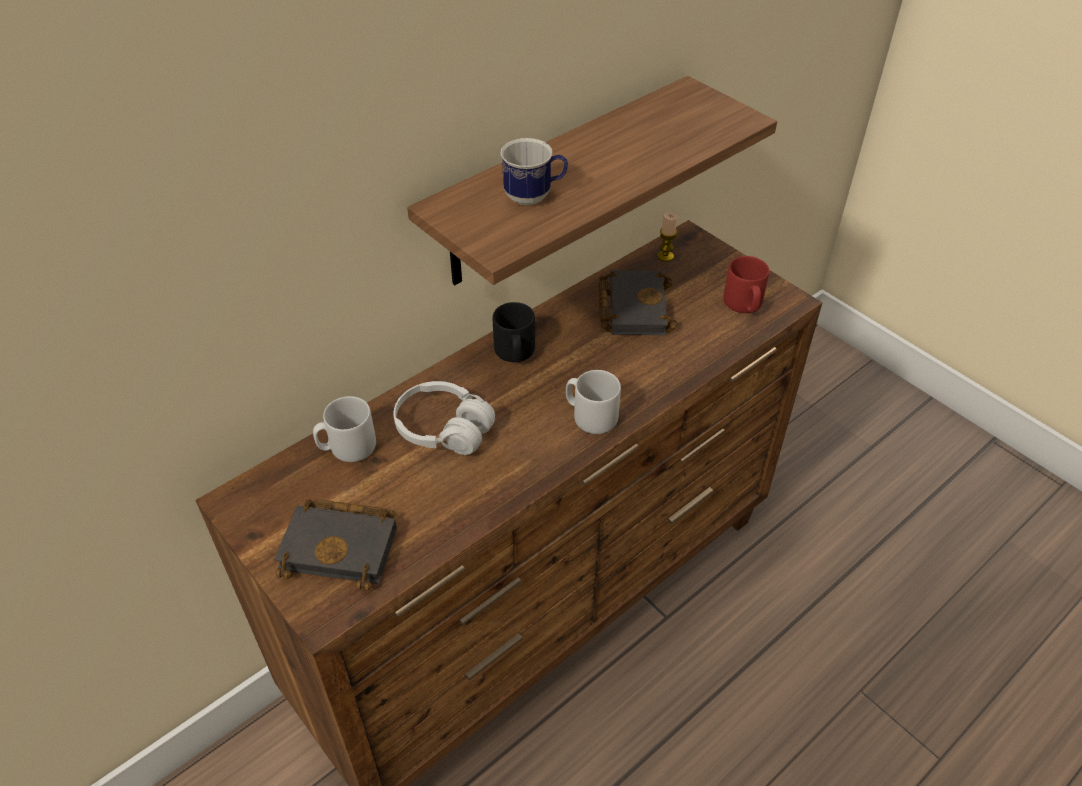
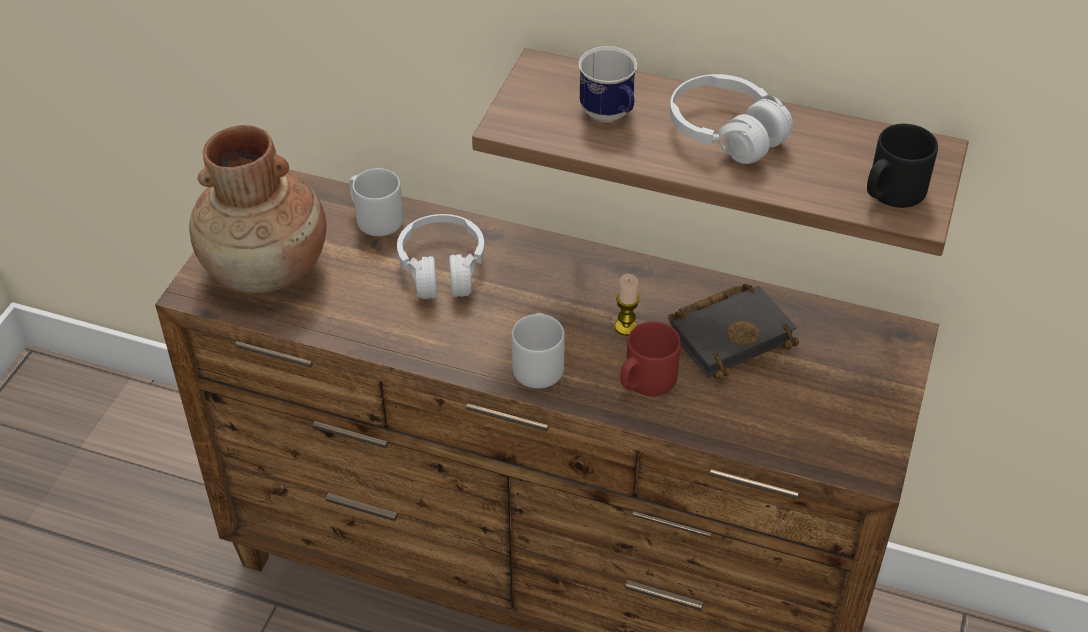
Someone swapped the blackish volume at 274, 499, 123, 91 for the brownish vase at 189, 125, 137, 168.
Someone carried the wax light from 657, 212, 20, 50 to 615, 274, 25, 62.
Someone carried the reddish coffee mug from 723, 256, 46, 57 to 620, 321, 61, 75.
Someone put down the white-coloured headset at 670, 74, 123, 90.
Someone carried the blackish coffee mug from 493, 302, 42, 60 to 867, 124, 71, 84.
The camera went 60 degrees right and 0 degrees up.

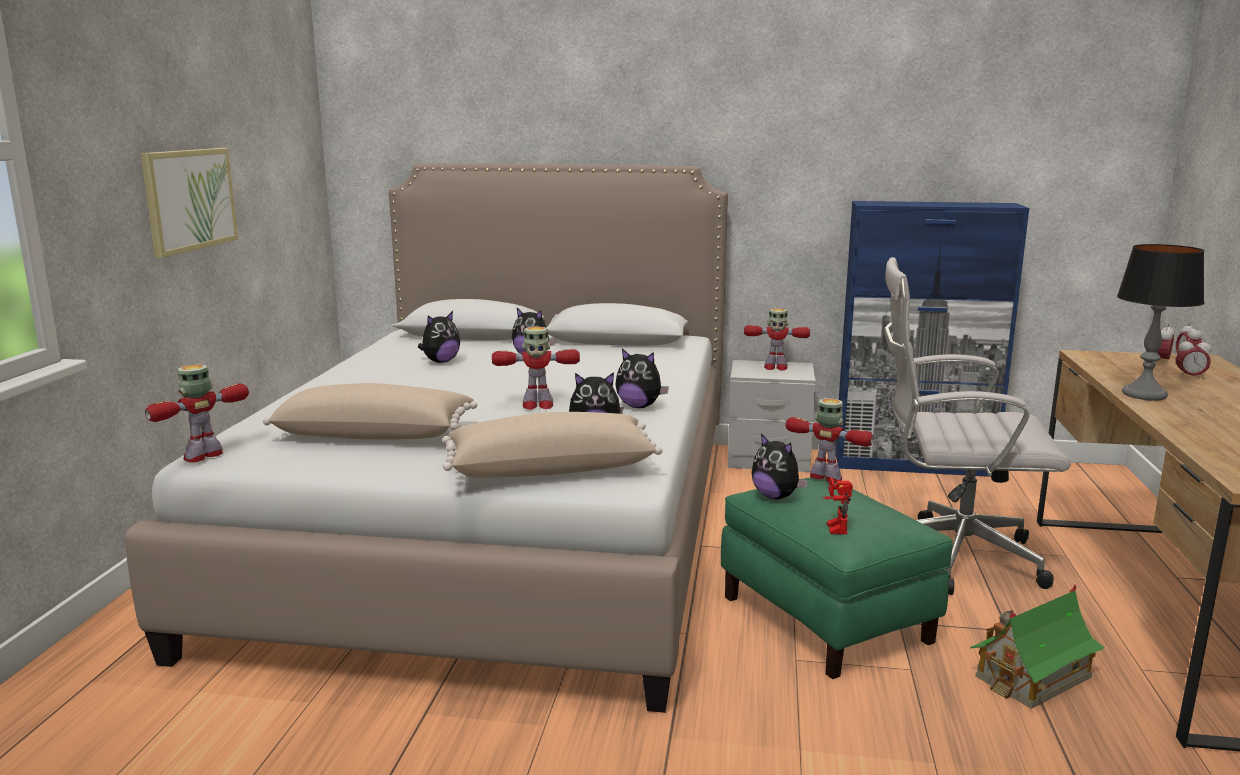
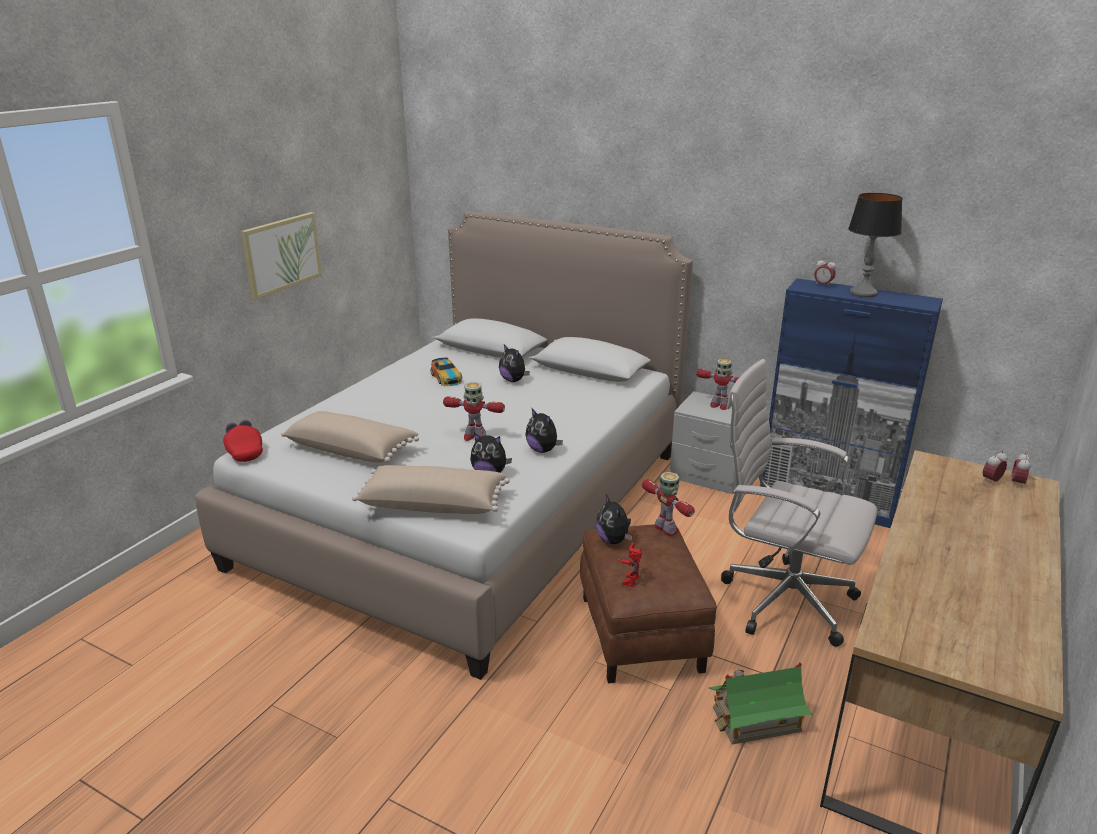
Someone swapped the robot figure at 145, 364, 104, 98 for the reddish cap at 223, 420, 40, 42.
Someone swapped the cuddly toy at 418, 311, 42, 52 for the miniature car at 431, 358, 31, 28.
Someone repainted the greenish pouffe at 721, 477, 232, 202, which became the brownish pouffe at 580, 524, 137, 159.
Someone carried the bedside clock from 1176, 337, 36, 42 to 814, 258, 22, 28.
Someone carried the lamp for a table from 1117, 244, 88, 156 to 848, 193, 55, 104.
The camera went 20 degrees right and 10 degrees up.

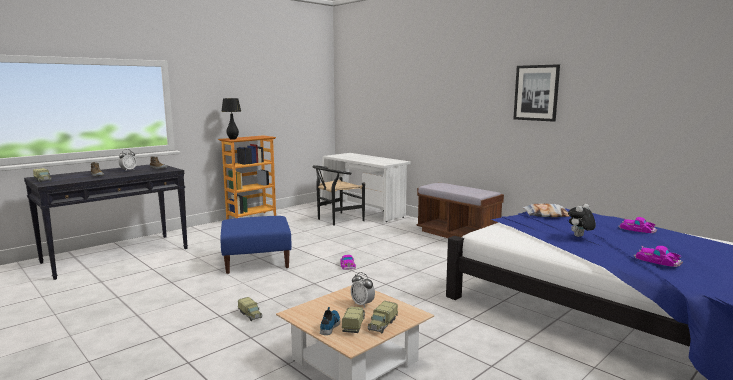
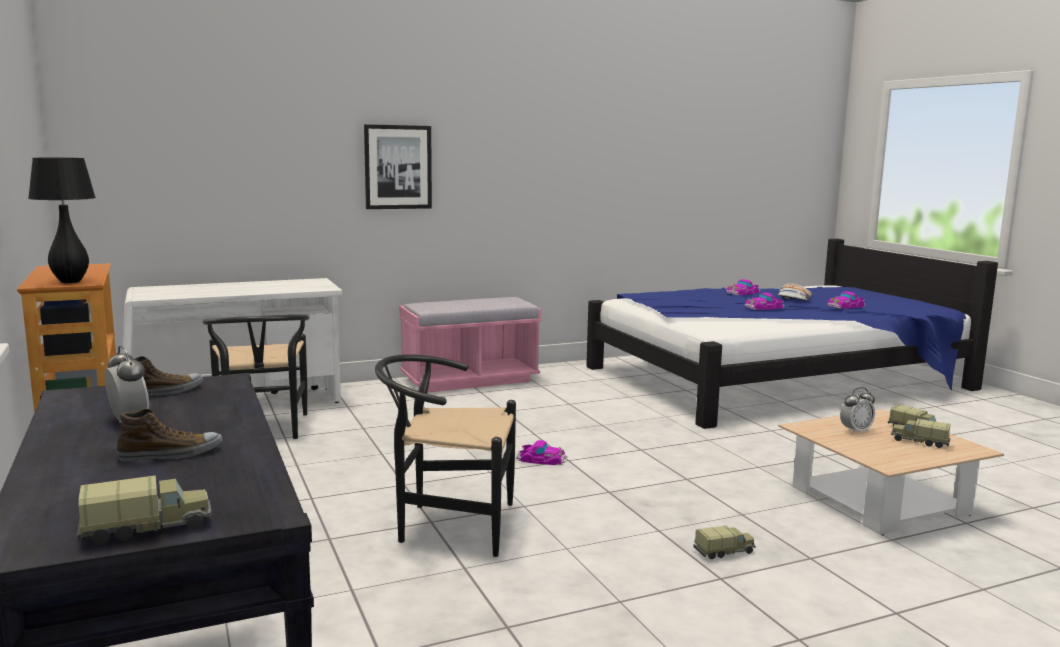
Someone carried the wall picture from 513, 64, 47, 58 to 364, 124, 68, 85.
Someone swapped the blue pouffe at 220, 216, 72, 58 for the blackish upright chair at 375, 354, 141, 203.
Someone repainted the brownish indoor bench at 416, 183, 88, 55, which became the pinkish indoor bench at 399, 297, 142, 96.
Someone swapped the cuddly toy at 568, 204, 28, 33 for the miniature car at 744, 293, 41, 17.
Someone carried the pillow from 522, 203, 48, 14 to 777, 283, 35, 17.
Someone took away the item of footwear at 320, 307, 20, 28.
The camera went 70 degrees left and 0 degrees up.

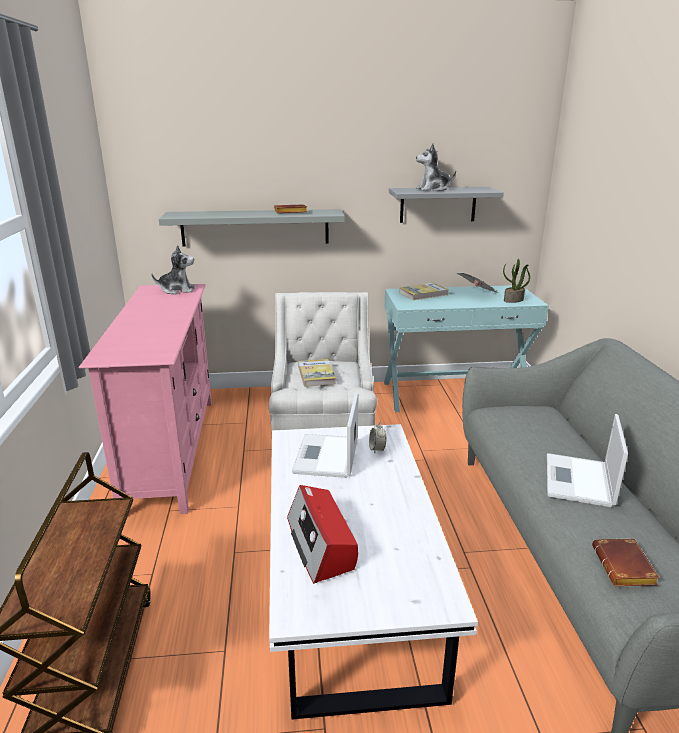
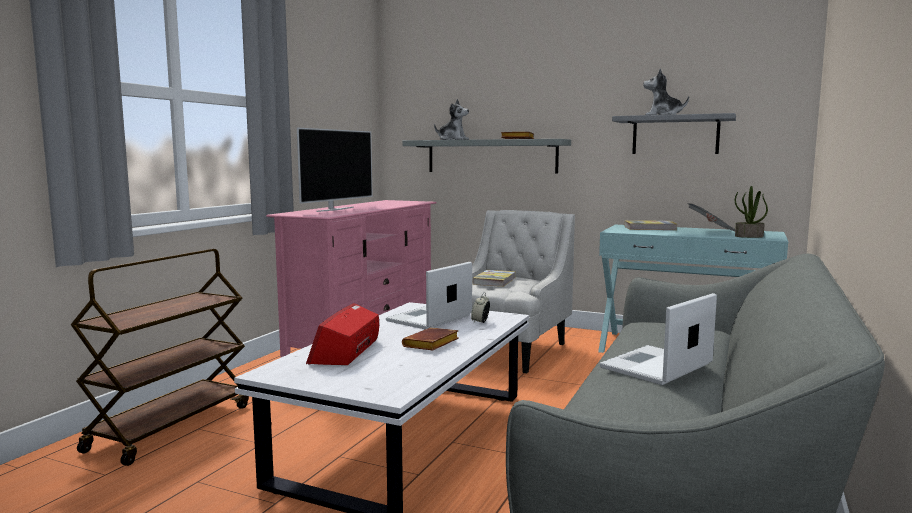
Someone put down the TV set at 297, 128, 76, 84.
Someone carried the brownish volume from 592, 538, 68, 48 to 402, 327, 57, 23.
Someone carried the cuddly toy from 151, 245, 44, 49 to 434, 99, 35, 41.
The camera went 30 degrees right and 15 degrees down.

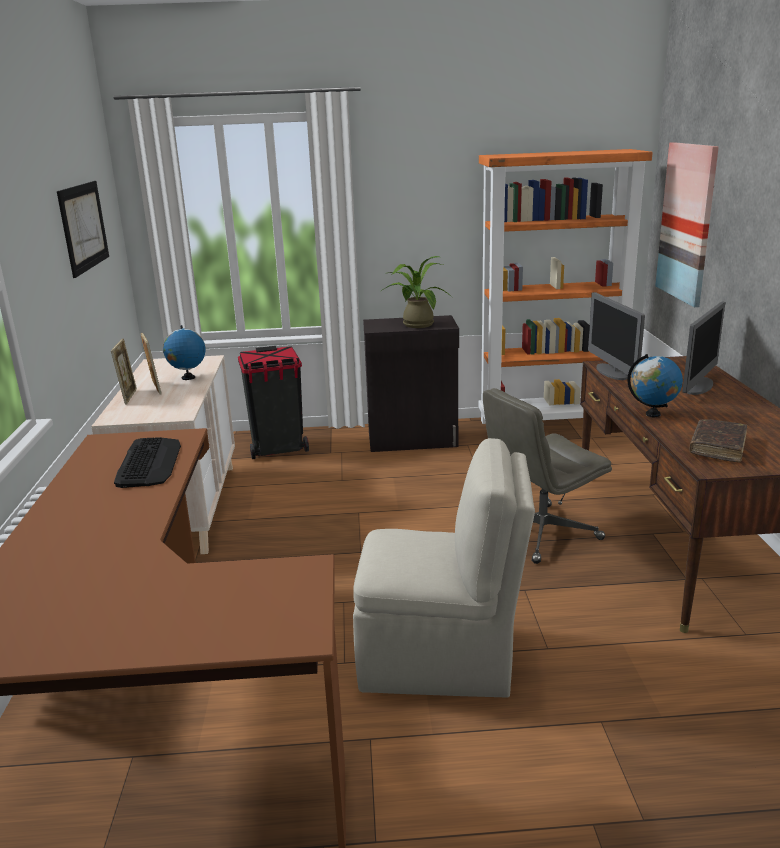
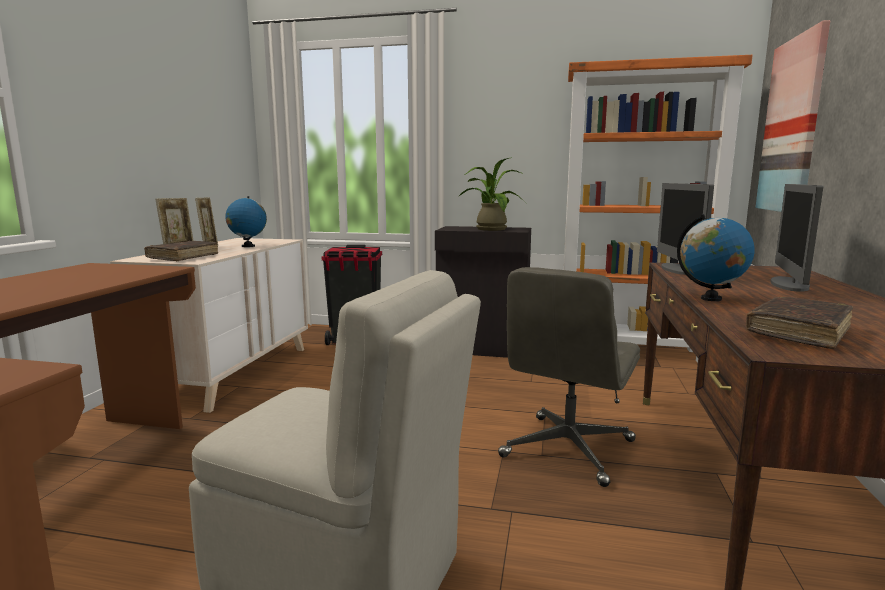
Someone put down the brownish volume at 144, 241, 74, 20.
Someone rotated the gray desk chair at 483, 388, 129, 176 by 45 degrees counterclockwise.
Someone rotated the computer display at 682, 301, 43, 94 by 150 degrees clockwise.
Someone took away the wall picture at 57, 181, 52, 97.
Someone took away the PC keyboard at 114, 437, 67, 51.
The camera went 15 degrees right and 10 degrees down.

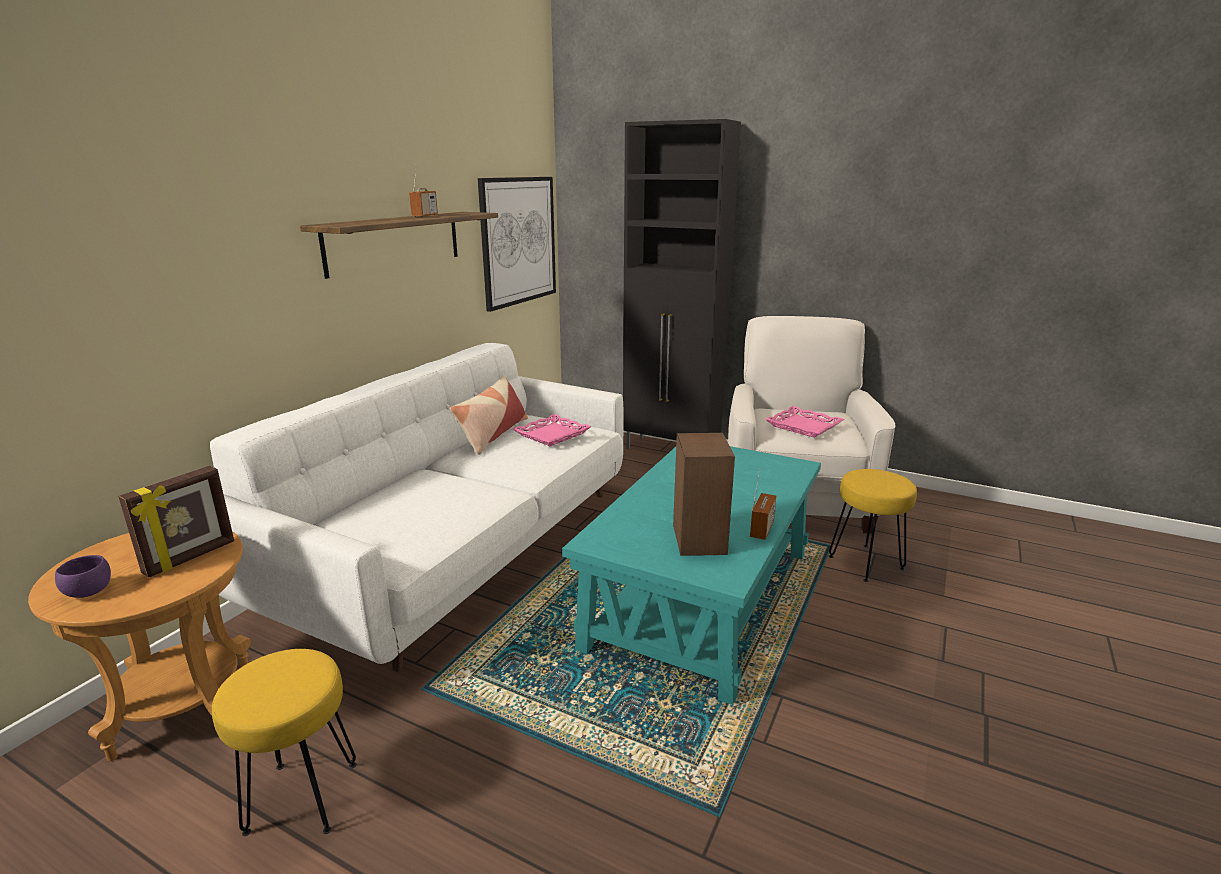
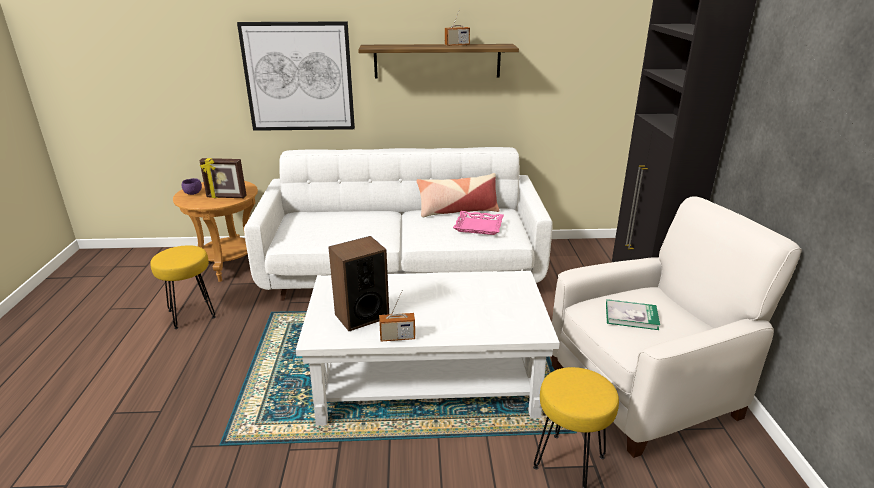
Someone carried the wall picture from 477, 177, 79, 135 to 237, 21, 118, 110.
Someone repainted the blue-green lounge table at 562, 446, 259, 259, which became the white-coloured lounge table at 296, 271, 264, 155.
Someone swapped the pinkish serving tray at 765, 406, 79, 32 for the volume at 606, 299, 54, 31.
The camera went 60 degrees right and 5 degrees up.

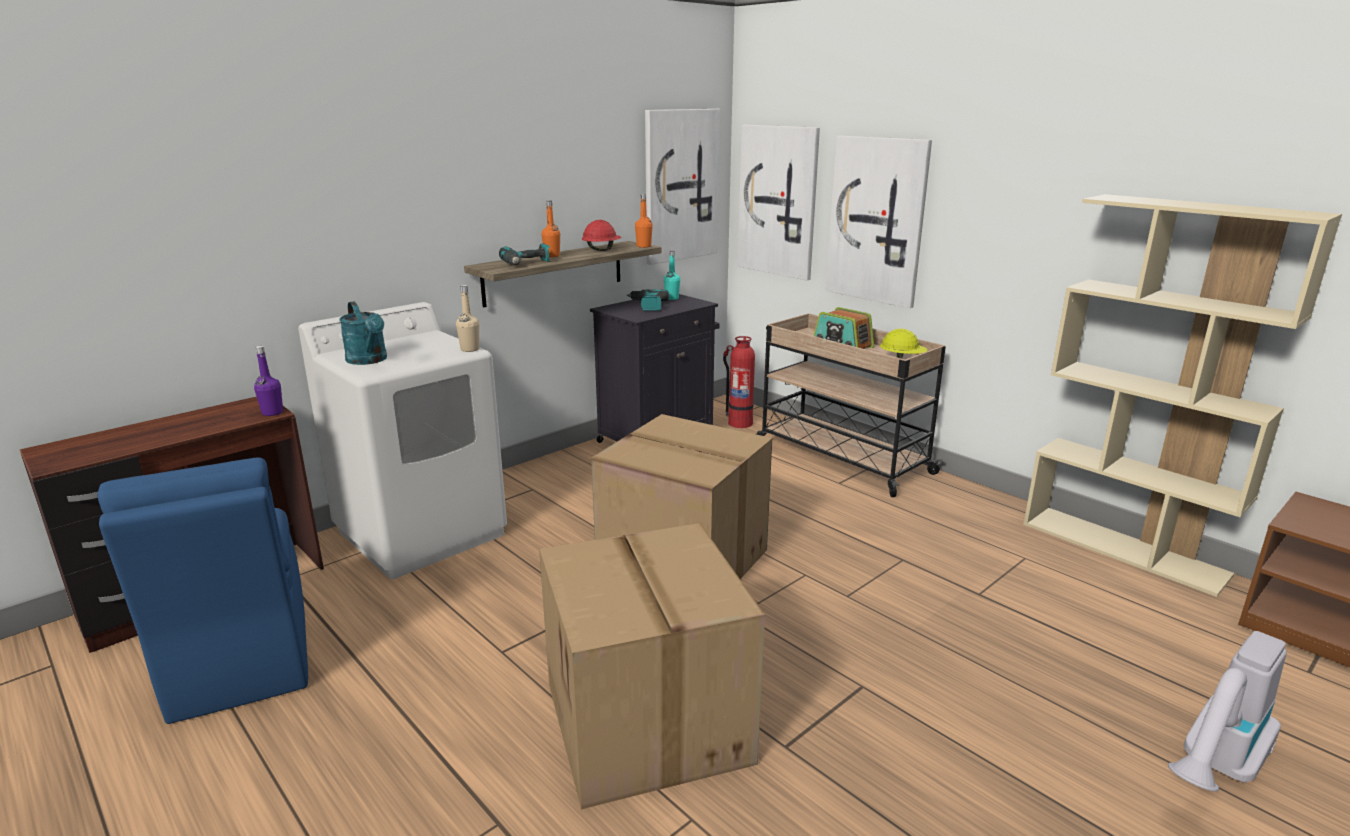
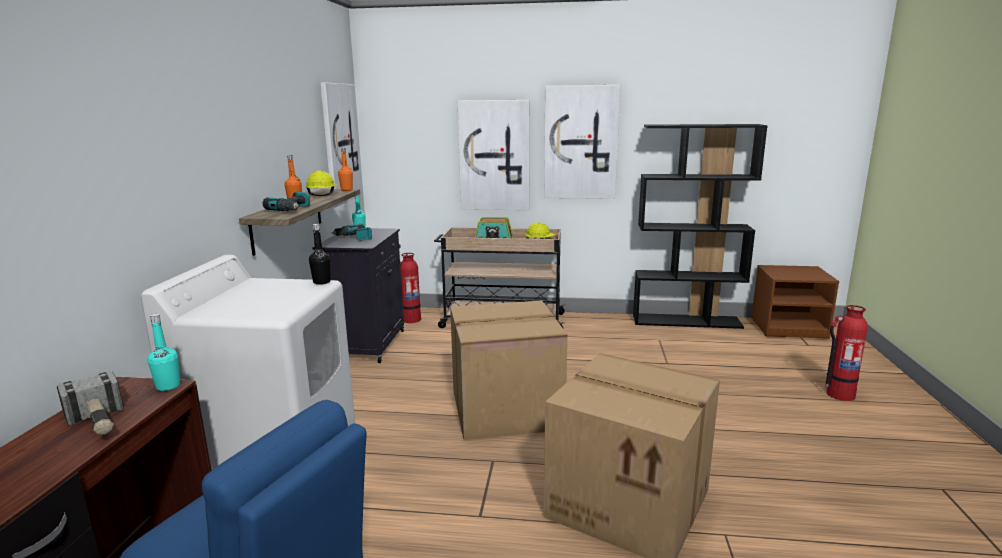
Someone put down the hammer at 57, 371, 67, 64.
Someone repainted the purple-coloured drink bottle at 254, 346, 29, 70, which became the blue-green drink bottle at 148, 314, 32, 77.
Someone repainted the reddish work helmet at 582, 220, 39, 31, which became the yellowish work helmet at 305, 170, 32, 26.
Someone repainted the beige drink bottle at 456, 285, 23, 67, which became the blackish drink bottle at 309, 224, 22, 61.
Someone carried the wall picture from 738, 125, 82, 155 to 544, 85, 76, 114.
Someone repainted the beige bookshelf at 1023, 194, 319, 403, which became the blackish bookshelf at 633, 124, 135, 205.
Someone swapped the hoover at 1168, 631, 119, 161 for the fire-fighting cylinder at 825, 305, 43, 96.
Someone took away the blue-green sprinkling can at 339, 301, 48, 64.
The camera went 40 degrees left and 5 degrees down.

